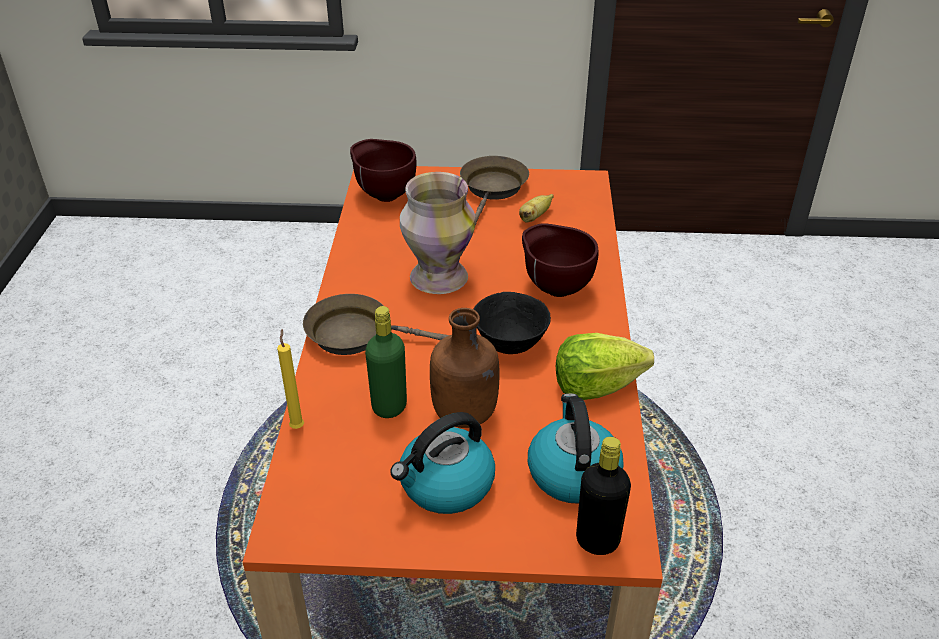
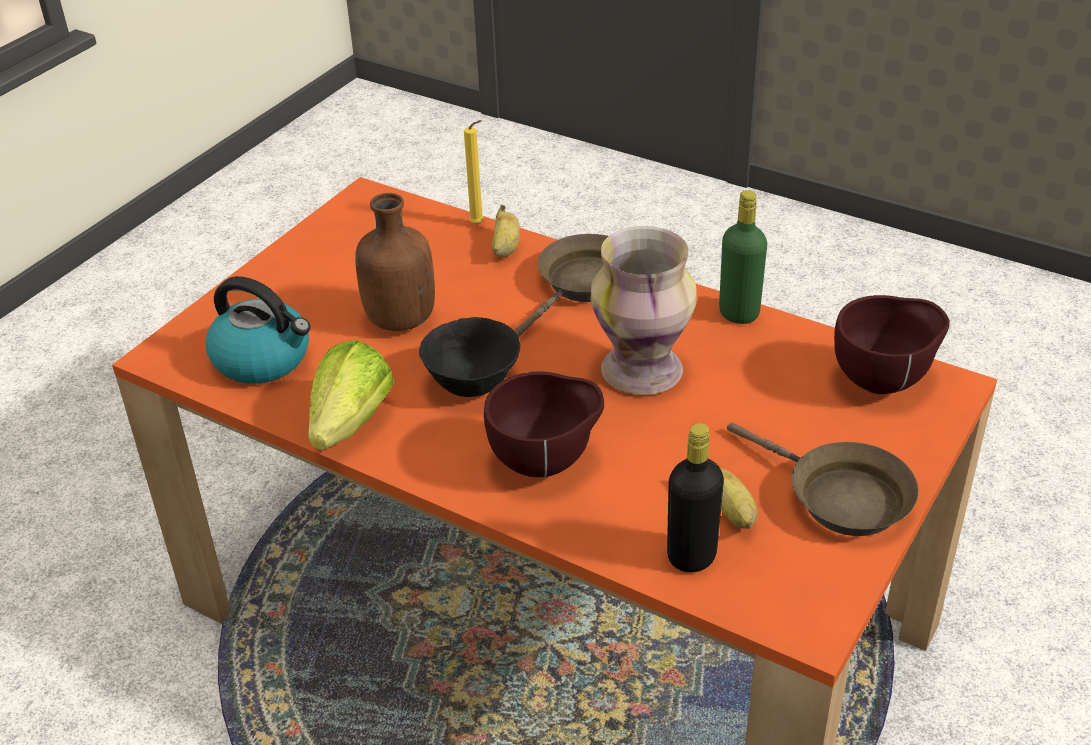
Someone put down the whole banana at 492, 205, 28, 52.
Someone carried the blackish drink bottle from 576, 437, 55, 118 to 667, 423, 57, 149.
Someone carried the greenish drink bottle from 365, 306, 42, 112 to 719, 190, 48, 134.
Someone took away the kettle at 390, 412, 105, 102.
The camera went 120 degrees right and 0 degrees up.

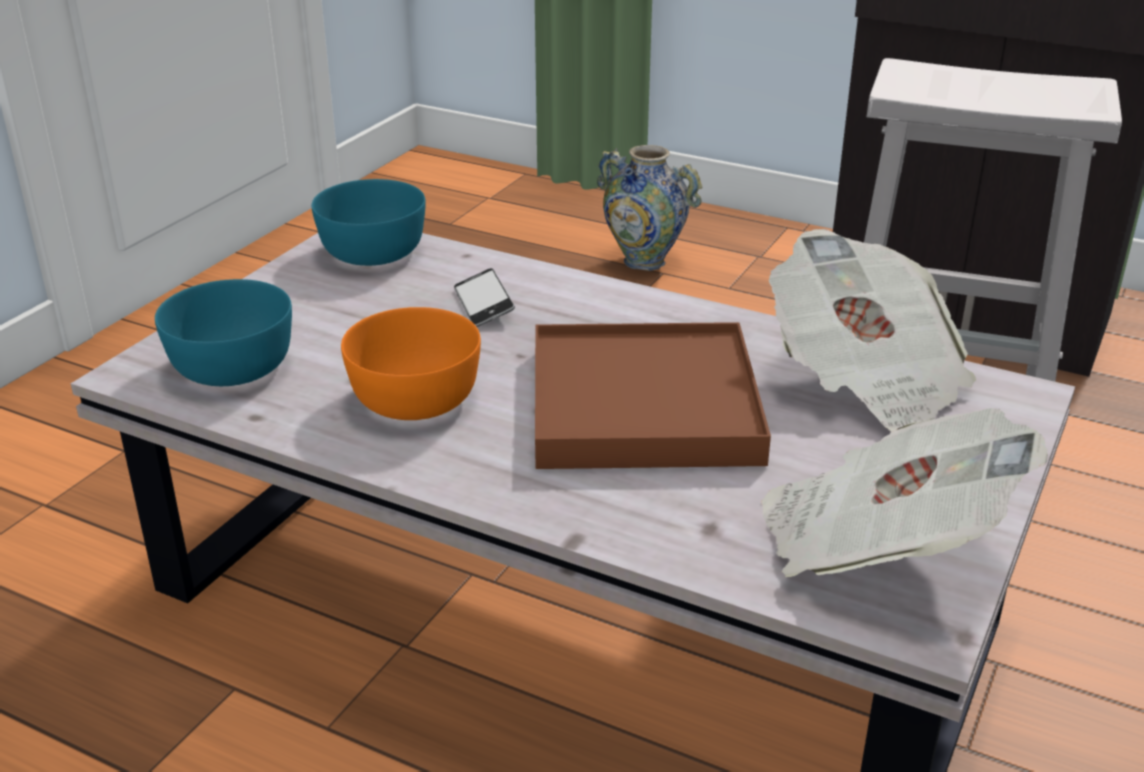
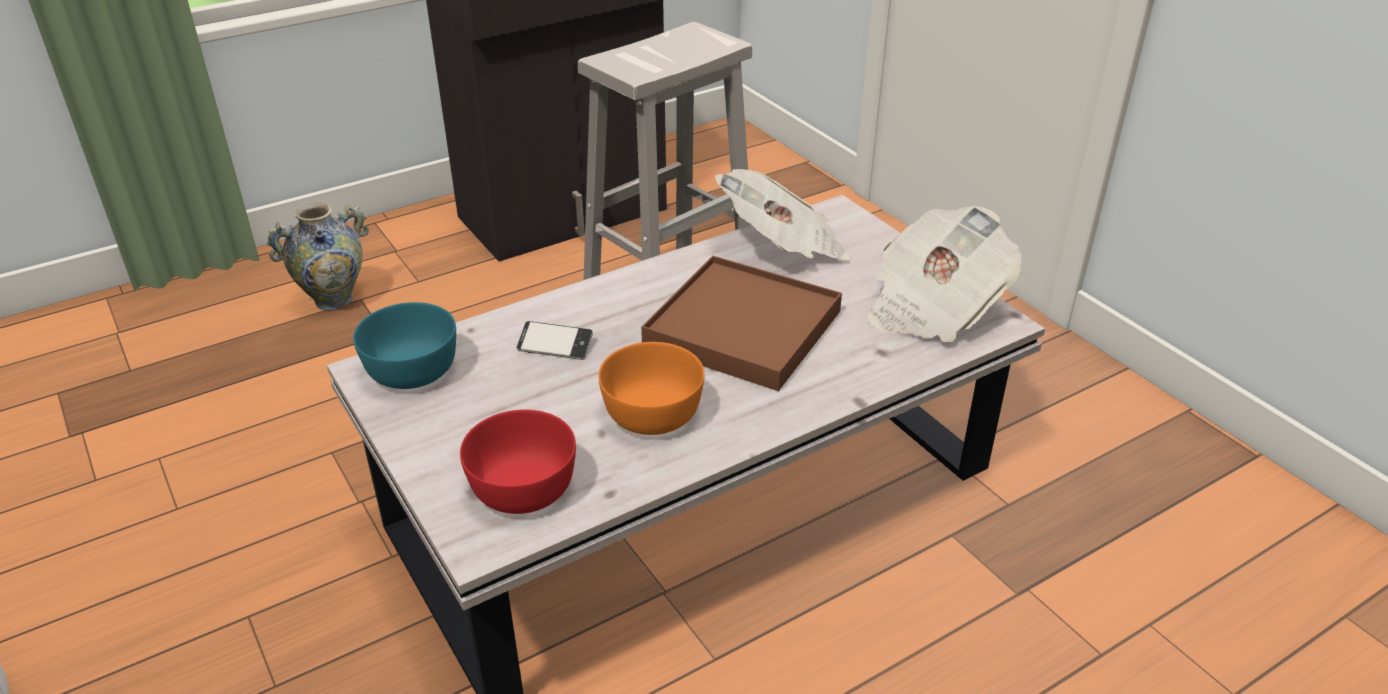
Someone repainted the blue-green deep dish at 155, 279, 137, 107, which became the reddish deep dish at 460, 410, 116, 104.
The camera went 60 degrees left and 5 degrees up.

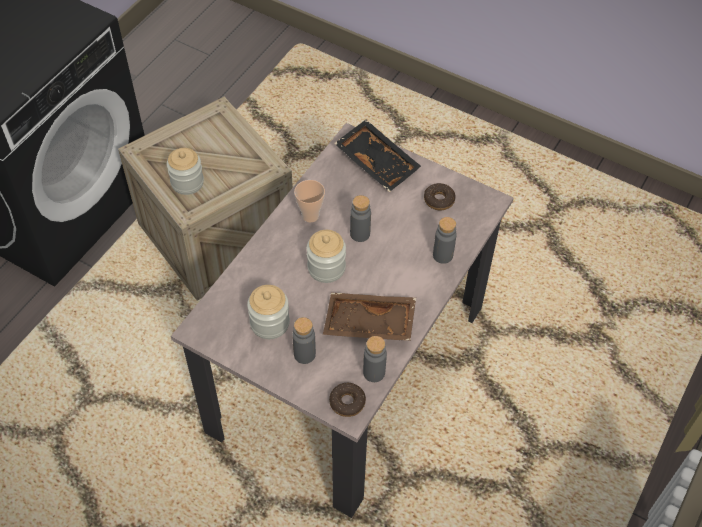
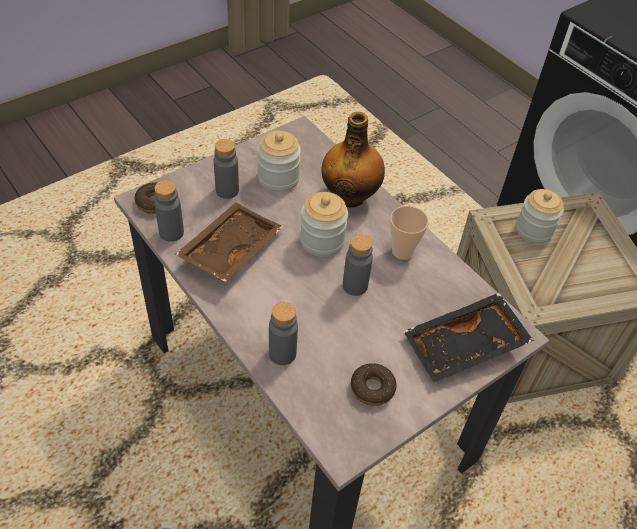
Someone put down the drink bottle at 321, 112, 64, 96.
The camera went 110 degrees right and 5 degrees down.

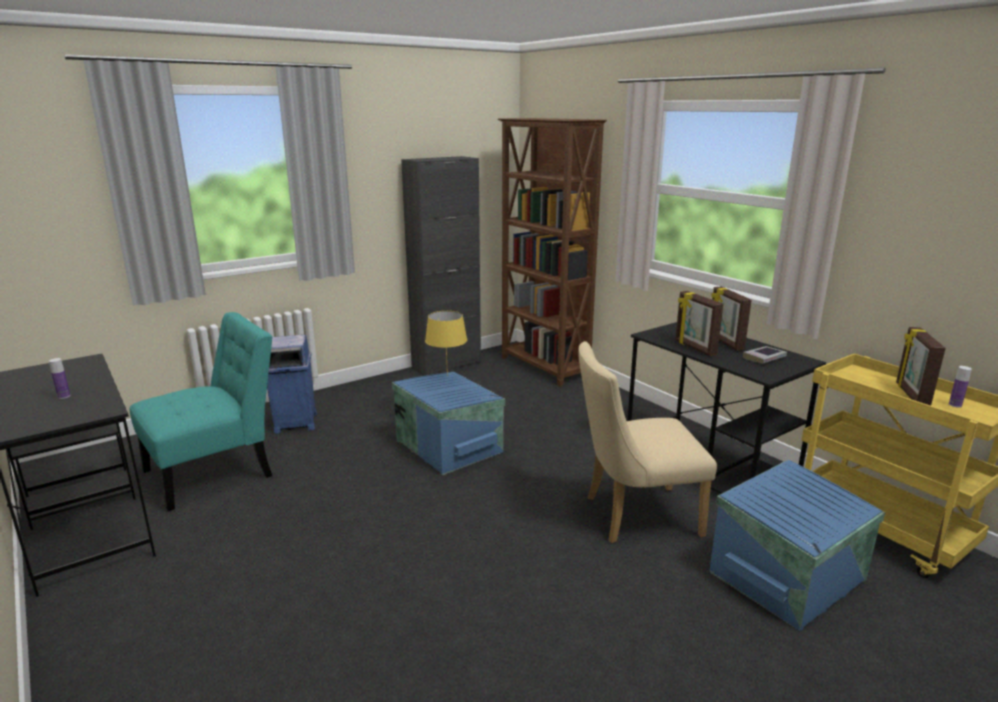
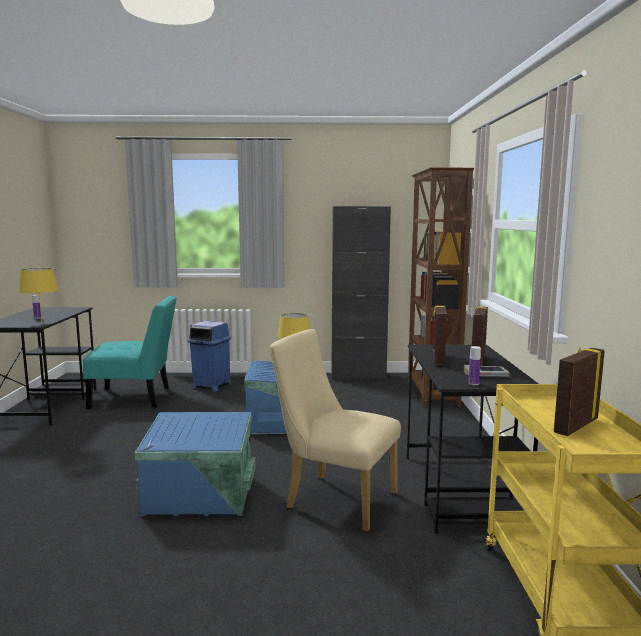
Someone put down the yellowish lamp for a table at 19, 268, 39, 54.
Someone carried the blue storage box from 709, 460, 176, 171 to 135, 412, 121, 104.
Someone carried the drink bottle from 949, 366, 23, 42 to 468, 346, 13, 39.
The camera went 35 degrees right and 10 degrees down.

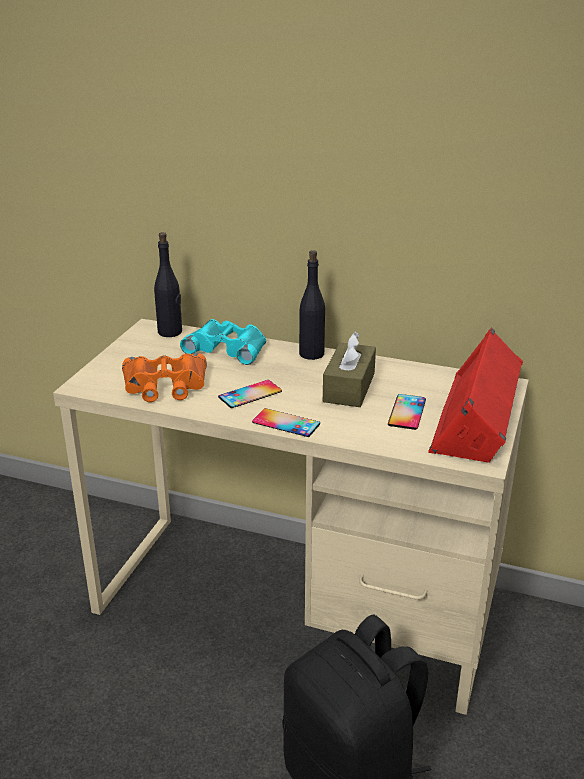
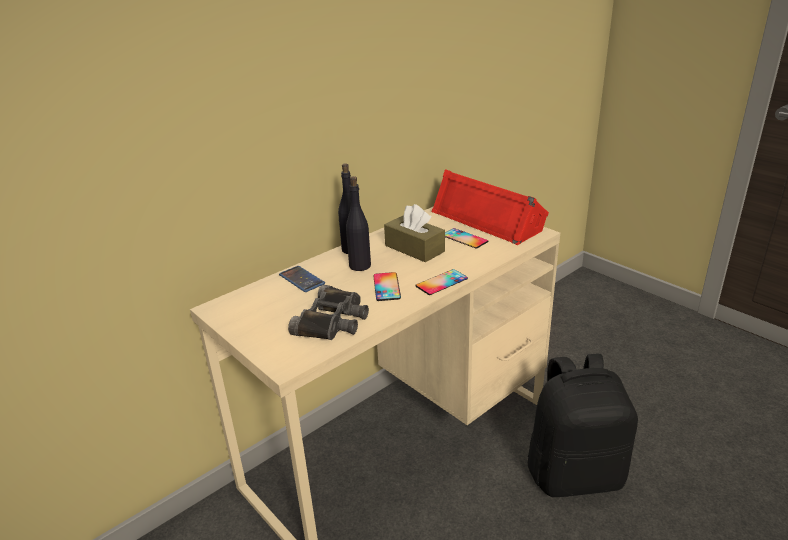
Someone swapped the blue-green field glasses at 180, 319, 86, 46 for the handset at 279, 266, 46, 26.
Someone repainted the orange-coloured field glasses at 122, 353, 85, 49, which became the blackish field glasses at 288, 285, 81, 55.
Someone carried the blackish drink bottle from 154, 232, 28, 105 to 346, 176, 25, 95.
The camera went 60 degrees left and 0 degrees up.

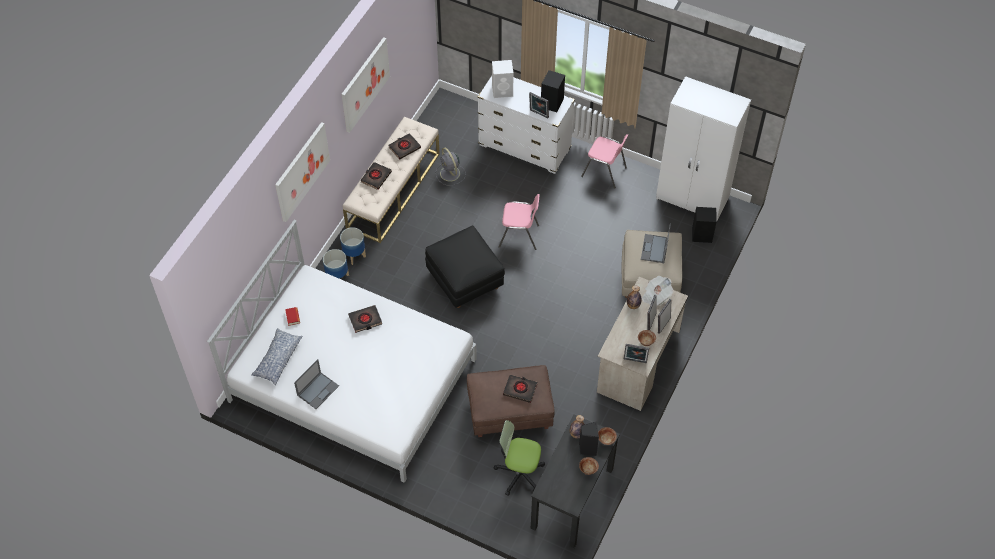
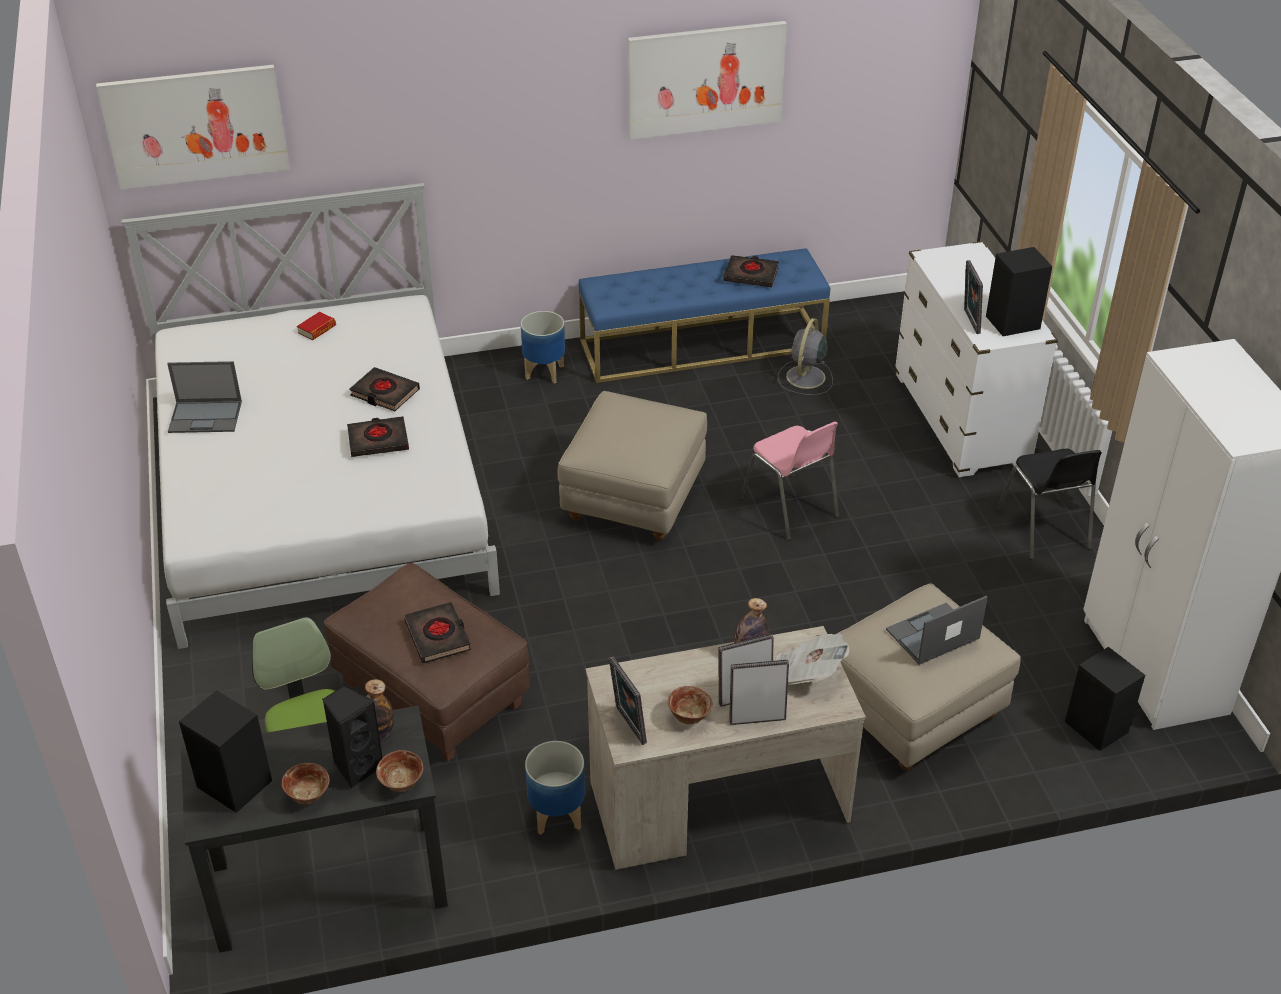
Someone carried the wall picture from 275, 122, 55, 100 to 96, 65, 194, 125.
Someone put down the blackish audio speaker at 179, 690, 93, 123.
Someone carried the blackish volume from 361, 162, 31, 28 to 347, 416, 62, 41.
Someone carried the plant pot from 323, 249, 26, 29 to 525, 741, 60, 94.
Someone repainted the blackish pouffe at 425, 226, 80, 82, which became the beige pouffe at 558, 391, 149, 149.
Someone repainted the beige indoor bench at 343, 117, 97, 126, which became the blue indoor bench at 578, 248, 252, 135.
Someone repainted the pinkish upright chair at 581, 134, 47, 55, which became the blackish upright chair at 997, 449, 105, 111.
Someone took away the pillow at 251, 328, 51, 57.
Someone took away the white-coloured audio speaker at 492, 60, 21, 38.
The camera went 50 degrees right and 15 degrees down.

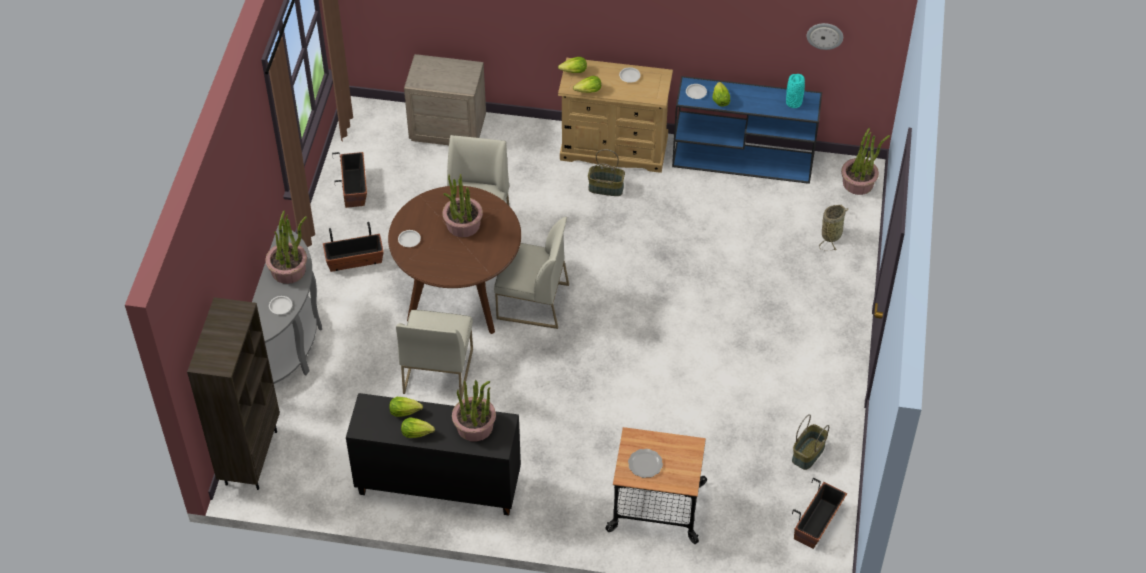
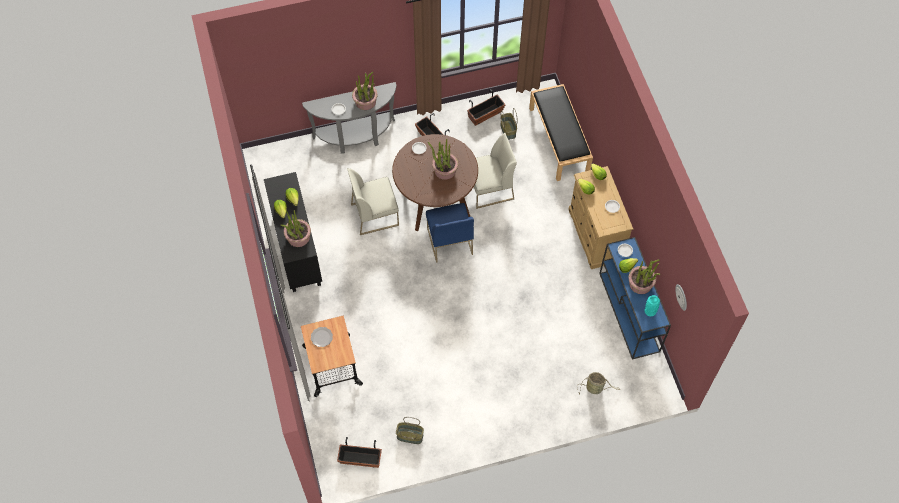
Someone repainted the white-coloured upright chair at 494, 217, 75, 112, which became the blue upright chair at 426, 203, 48, 60.
Someone carried the storage basket from 588, 149, 37, 47 to 500, 108, 18, 32.
Someone swapped the beige night table at 404, 54, 82, 91 for the blackish indoor bench at 529, 84, 64, 97.
Someone carried the potted plant from 841, 128, 49, 67 to 628, 259, 32, 35.
Someone took away the brownish bookshelf at 187, 297, 93, 193.
The camera went 65 degrees right and 10 degrees up.

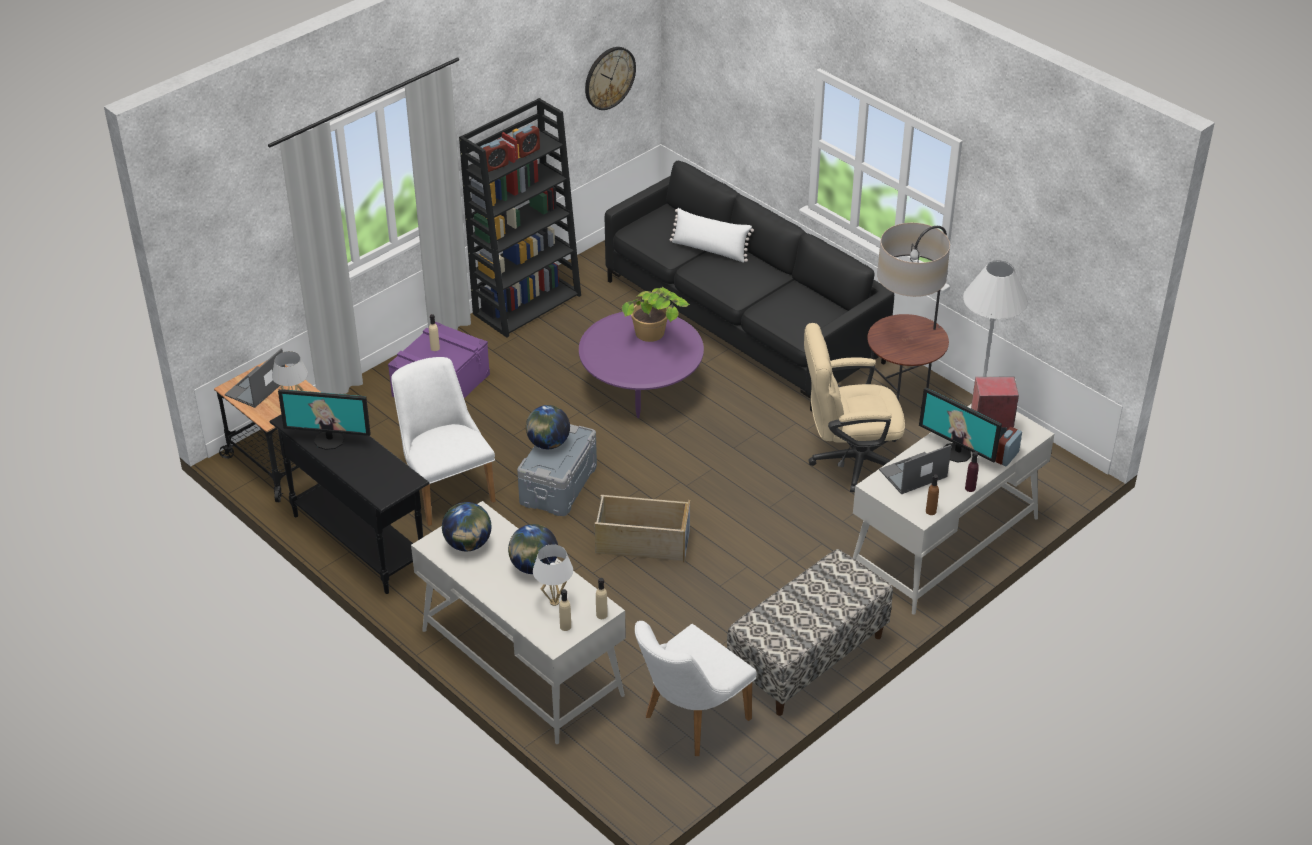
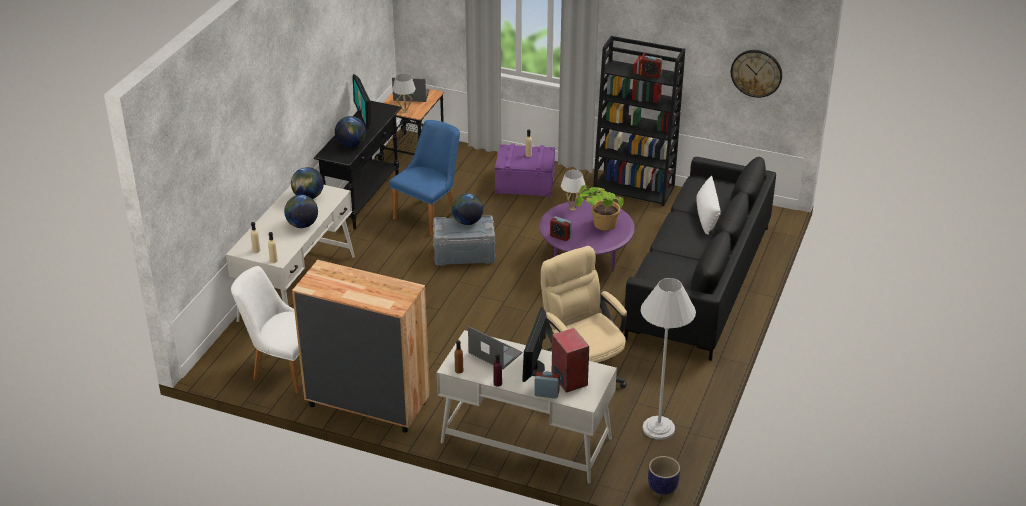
Someone swapped the indoor bench at 727, 549, 166, 167 for the brownish chest of drawers at 292, 260, 138, 173.
Someone put down the desk globe at 335, 116, 31, 31.
Someone repainted the white-coloured upright chair at 391, 357, 105, 169, which became the blue upright chair at 389, 120, 71, 116.
Someone carried the bedside clock from 480, 139, 29, 33 to 550, 216, 22, 25.
Someone carried the white-coloured lamp for a table from 533, 544, 40, 62 to 561, 170, 24, 41.
Someone put down the plant pot at 648, 456, 32, 39.
Someone took away the beige storage box at 595, 495, 95, 68.
Someone took away the standard lamp at 867, 223, 83, 178.
The camera went 65 degrees right and 5 degrees down.

